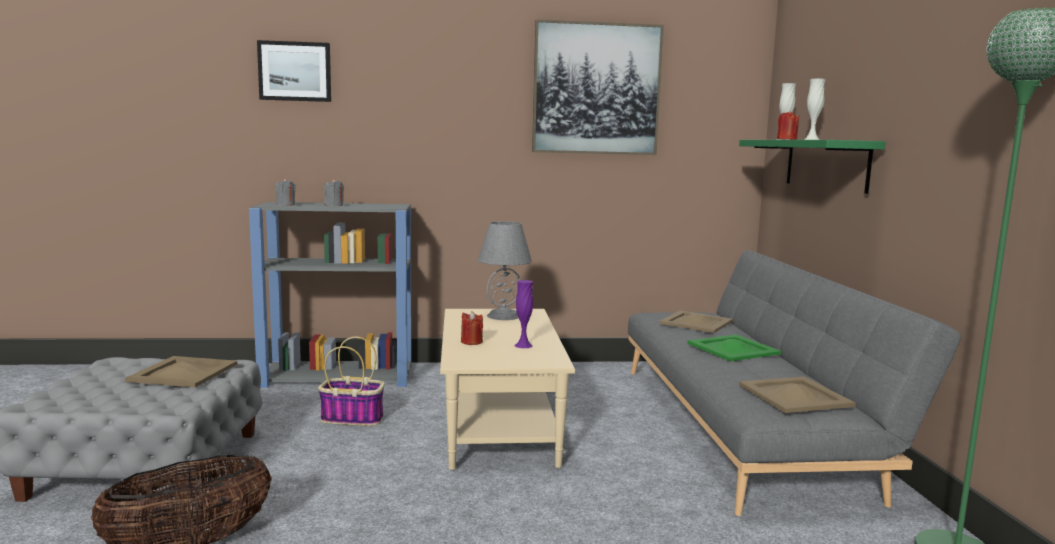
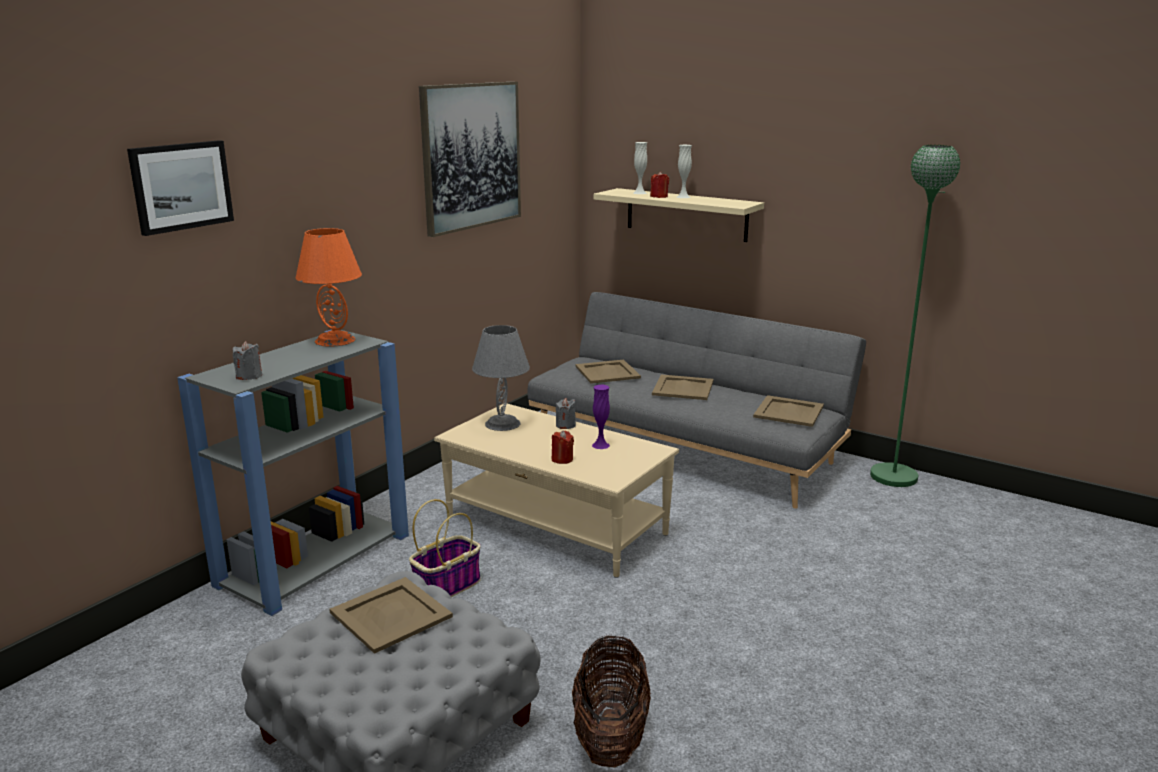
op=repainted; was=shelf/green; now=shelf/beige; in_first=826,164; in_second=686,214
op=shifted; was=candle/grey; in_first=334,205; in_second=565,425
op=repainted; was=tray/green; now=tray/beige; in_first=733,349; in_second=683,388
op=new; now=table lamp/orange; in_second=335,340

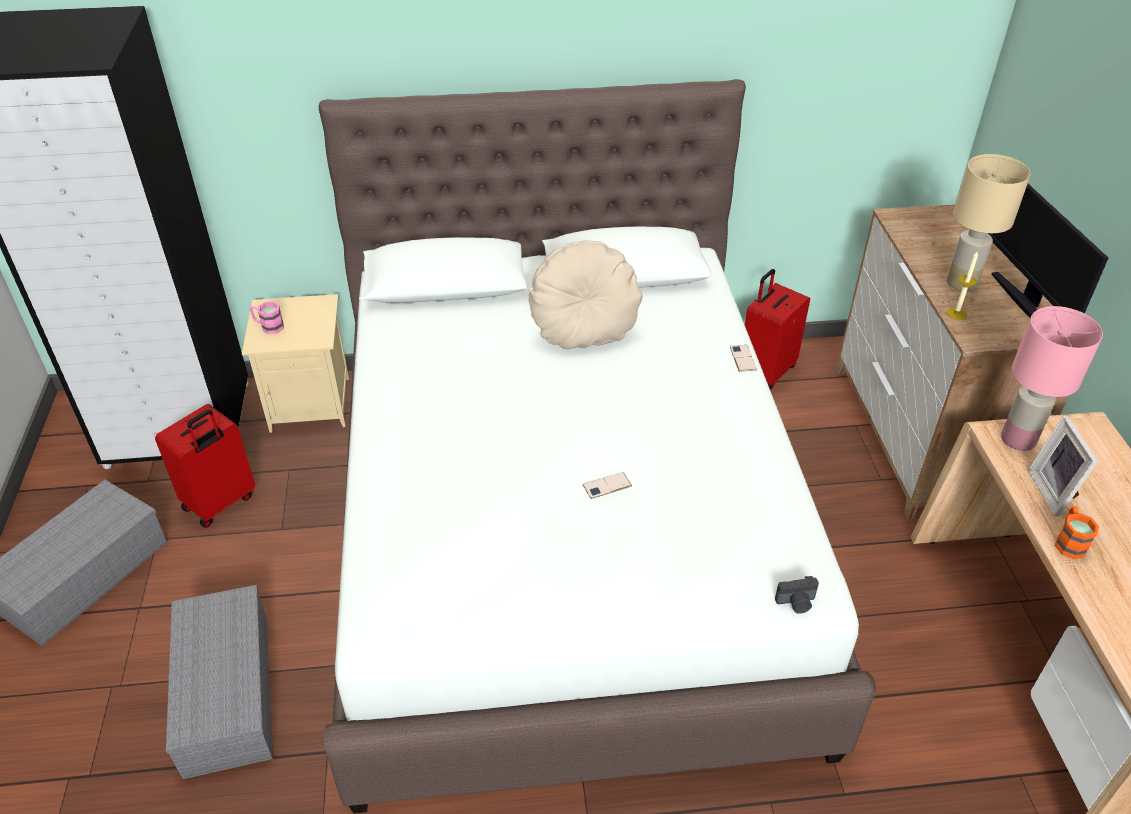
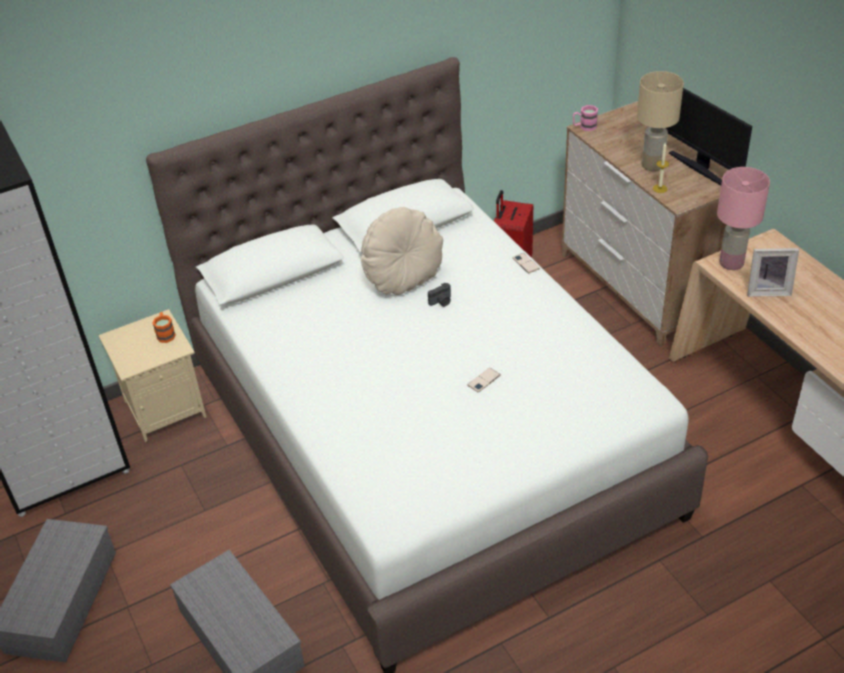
op=shifted; was=mug/pink; in_first=268,326; in_second=584,126
op=gone; was=suitcase/red; in_first=220,503
op=rotated; was=picture frame; in_first=1054,492; in_second=767,290; clockwise=-60
op=shifted; was=mug/orange; in_first=1069,542; in_second=165,334
op=shifted; was=photo camera; in_first=796,603; in_second=441,302

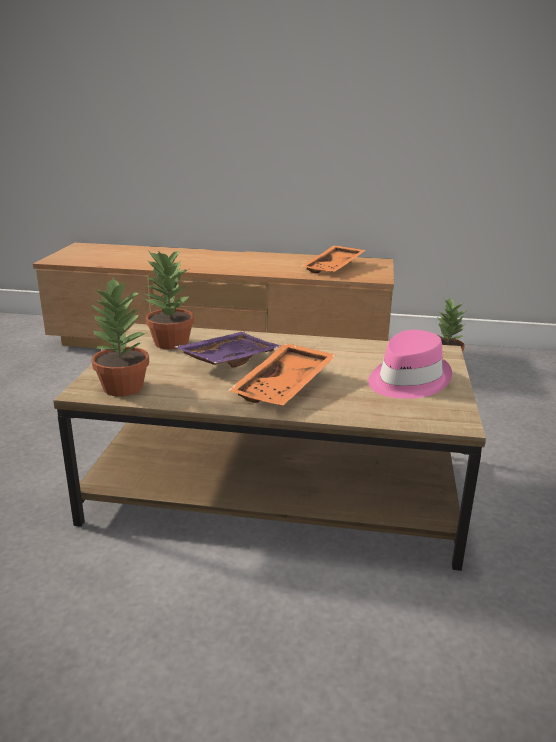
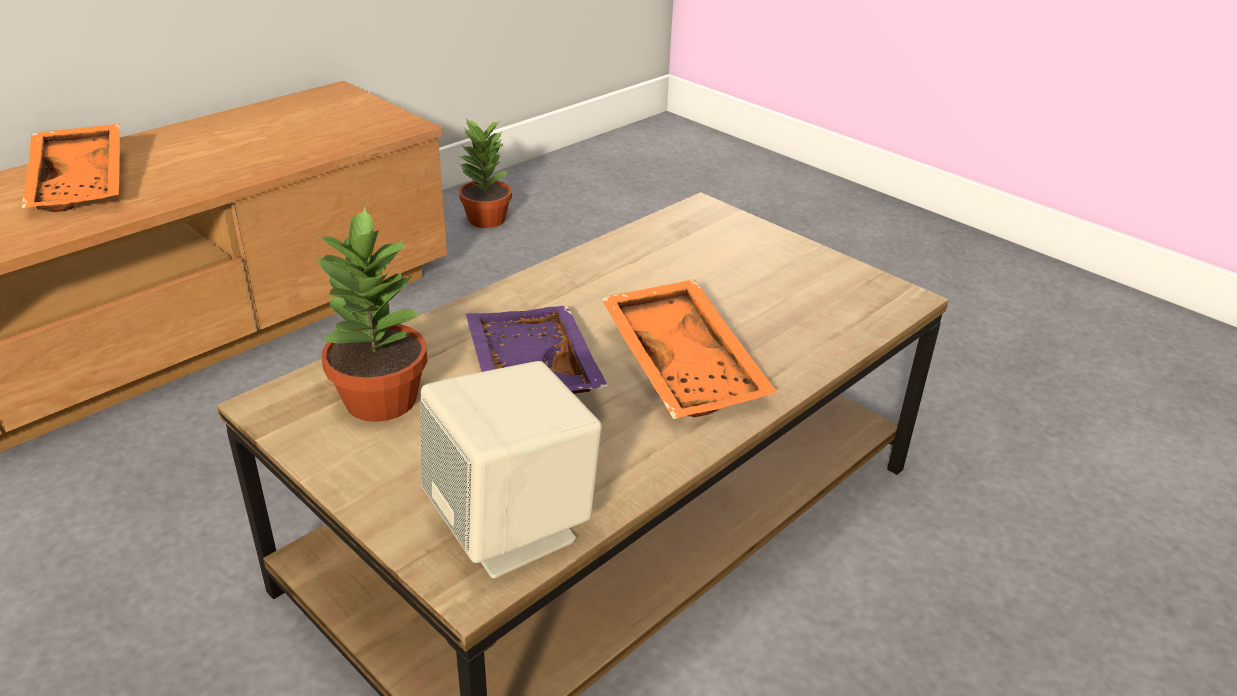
op=shifted; was=tray/orange; in_first=334,268; in_second=83,183
op=swapped; was=potted plant; now=speaker/beige; in_first=122,388; in_second=513,527
op=gone; was=hat/pink; in_first=407,380

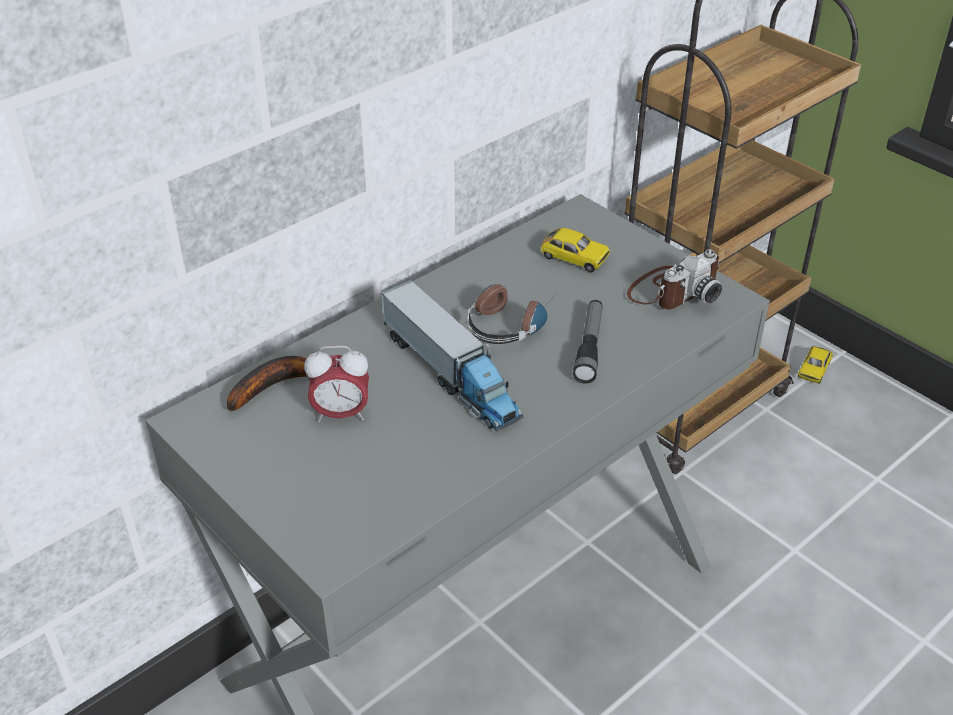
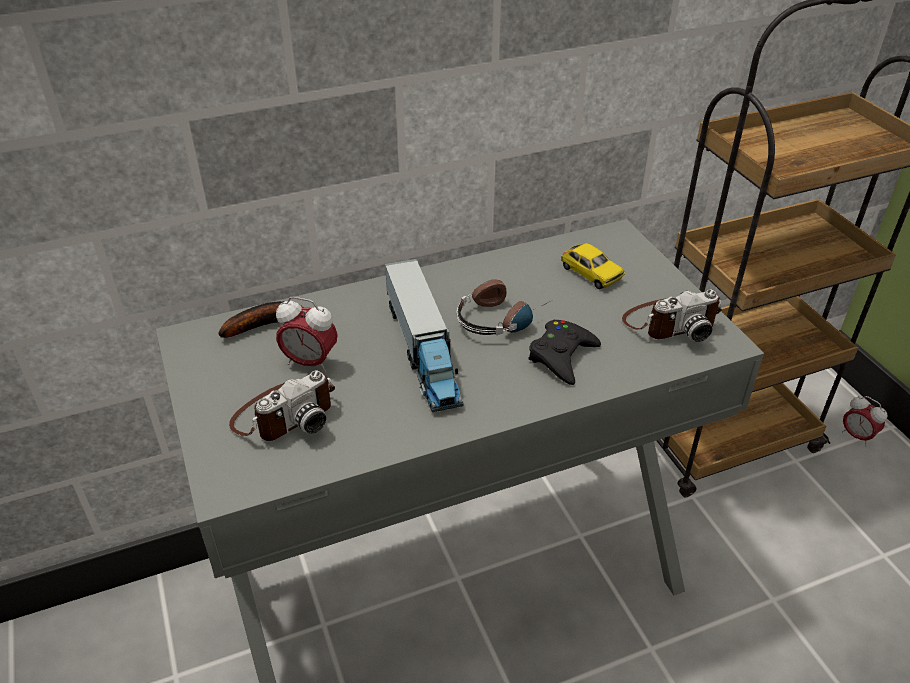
op=swapped; was=flashlight; now=game controller/black; in_first=589,347; in_second=562,356
op=swapped; was=toy car; now=alarm clock; in_first=813,370; in_second=856,436
op=new; now=photo camera; in_second=284,414

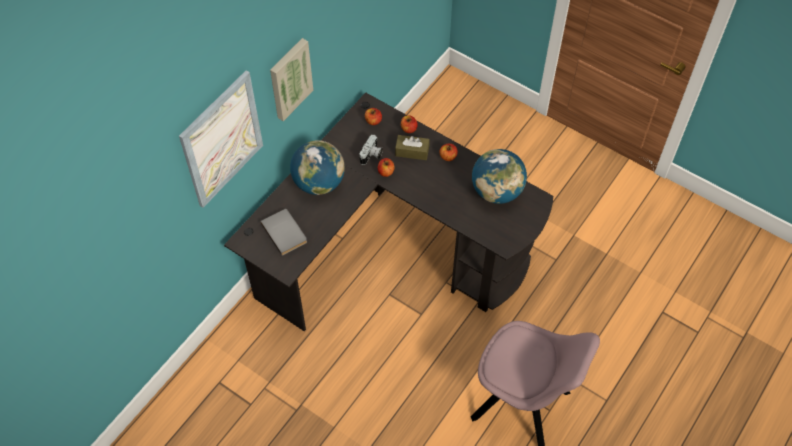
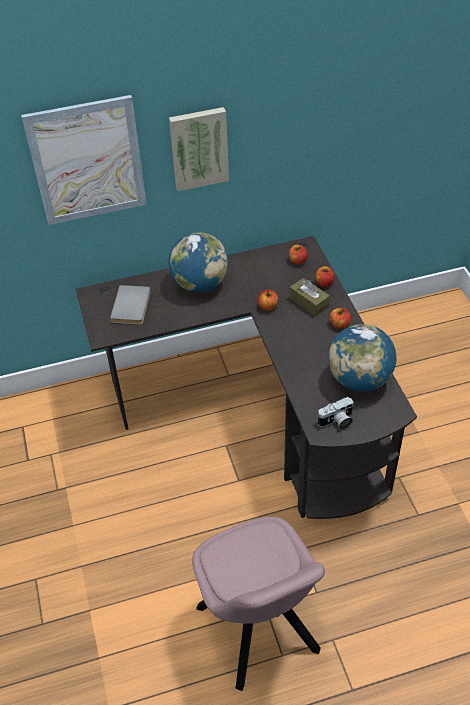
op=shifted; was=photo camera; in_first=371,155; in_second=337,422

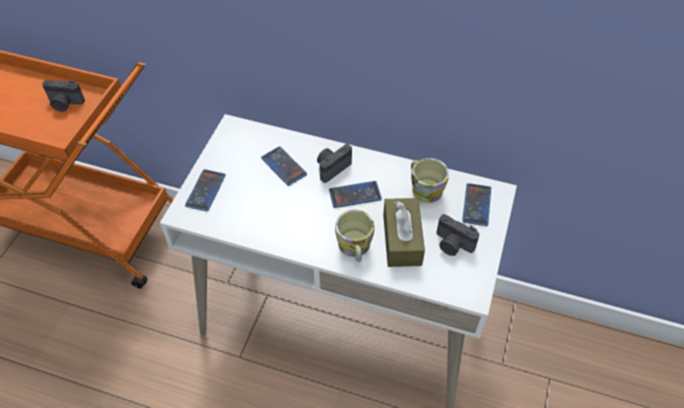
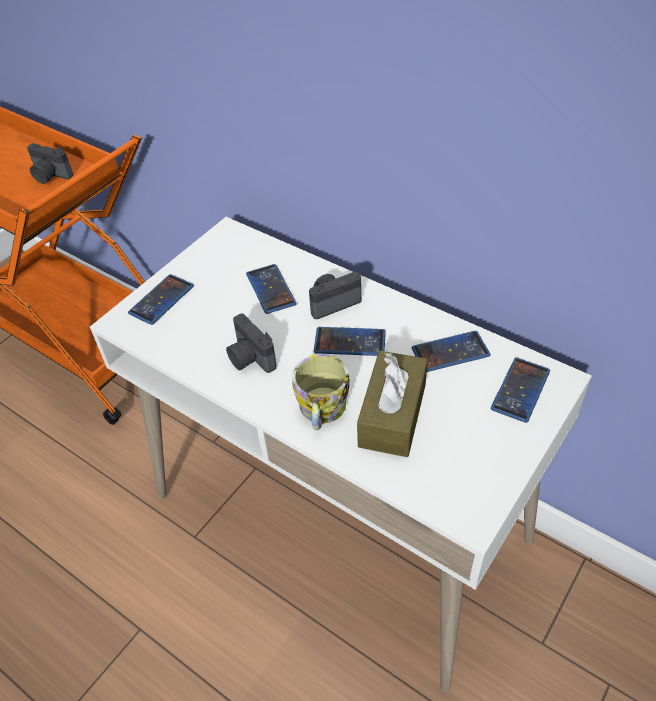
op=swapped; was=mug; now=phone; in_first=424,188; in_second=450,352
op=shifted; was=photo camera; in_first=452,245; in_second=249,358

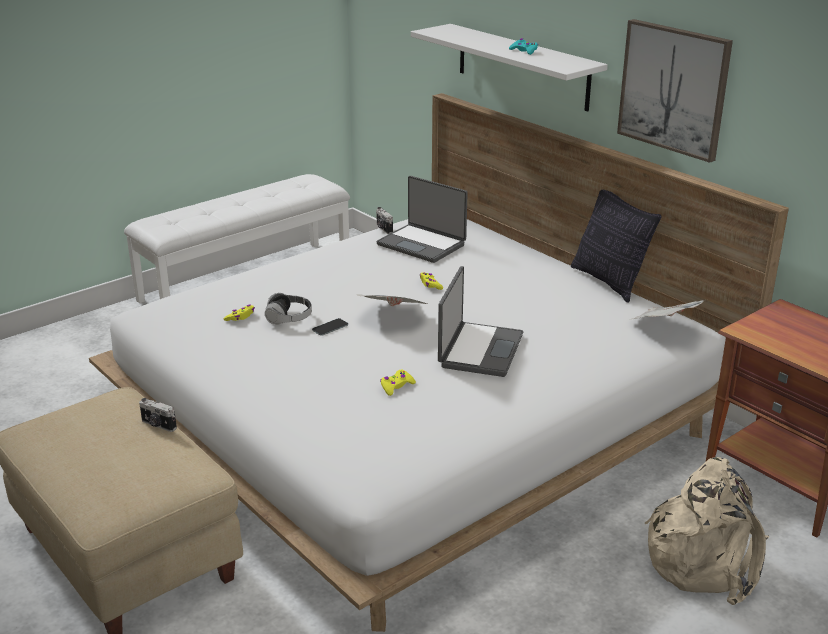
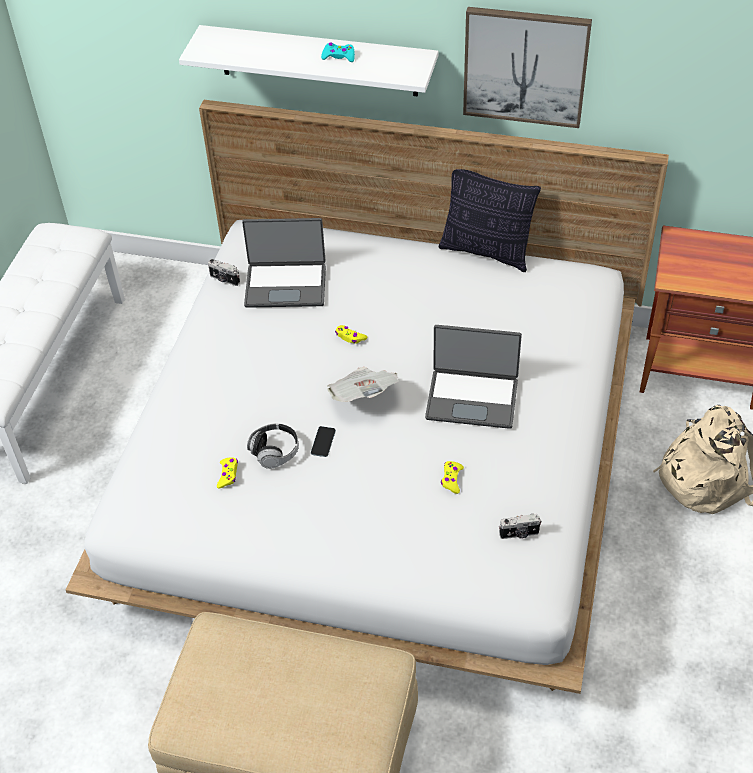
op=rotated; was=laptop; in_first=479,350; in_second=472,398; clockwise=120
op=gone; was=newspaper; in_first=665,327
op=shifted; was=photo camera; in_first=158,425; in_second=519,534

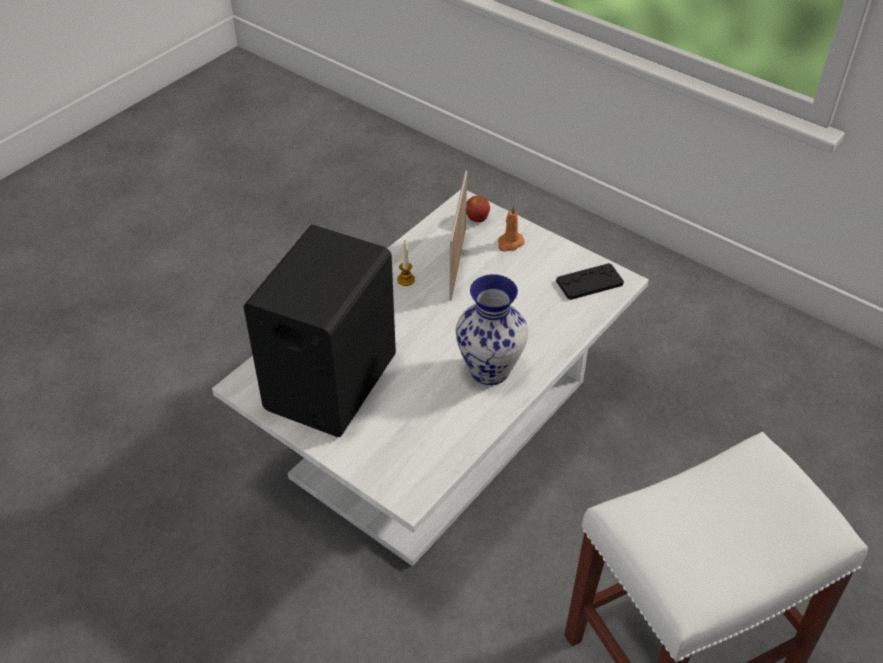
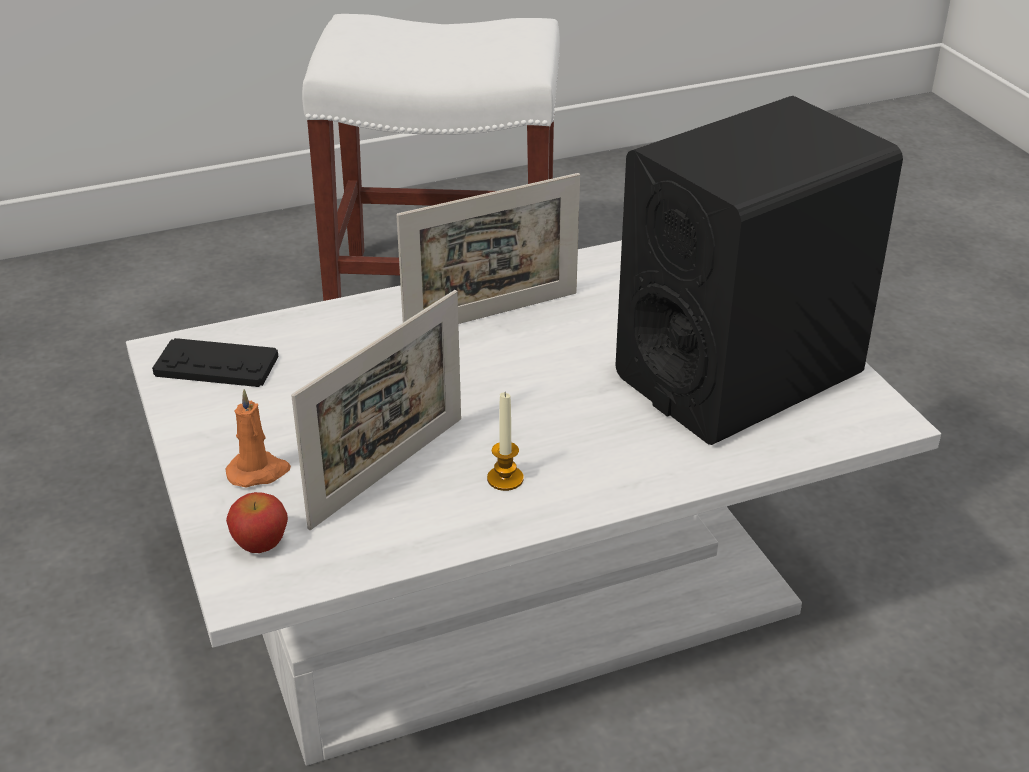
op=swapped; was=vase; now=picture frame; in_first=490,371; in_second=492,314

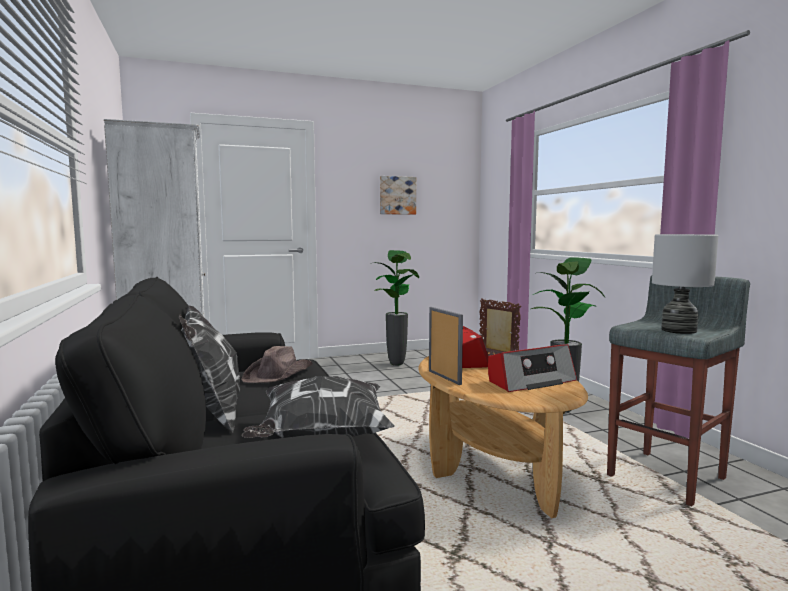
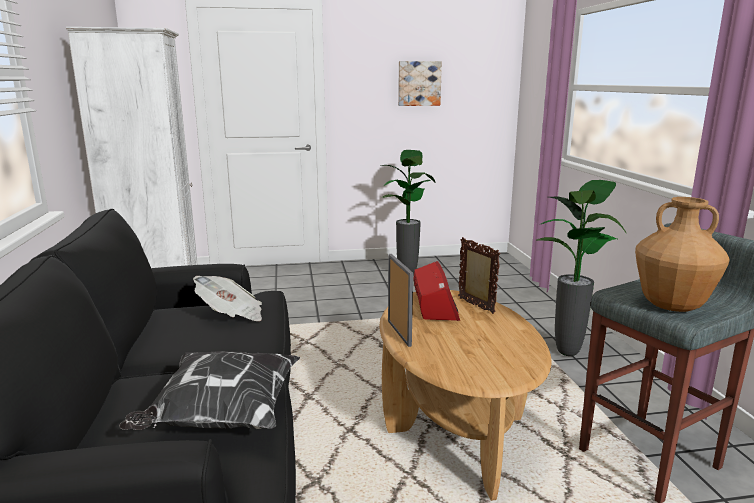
op=swapped; was=table lamp/grey; now=vase/brown; in_first=679,331; in_second=672,307
op=gone; was=pillow; in_first=211,417
op=gone; was=radio; in_first=530,381
op=swapped; was=hat/brown; now=newspaper; in_first=279,374; in_second=231,315

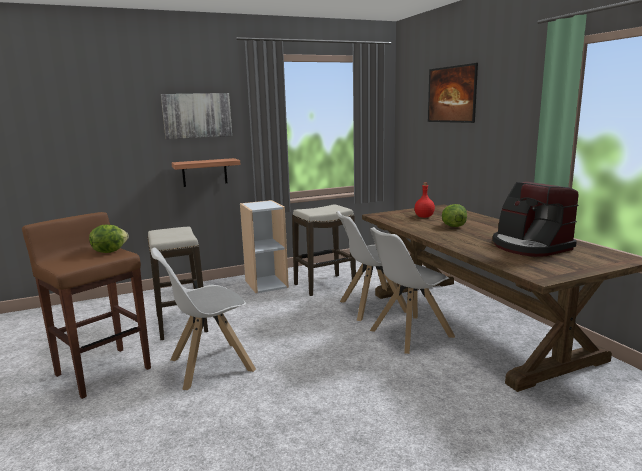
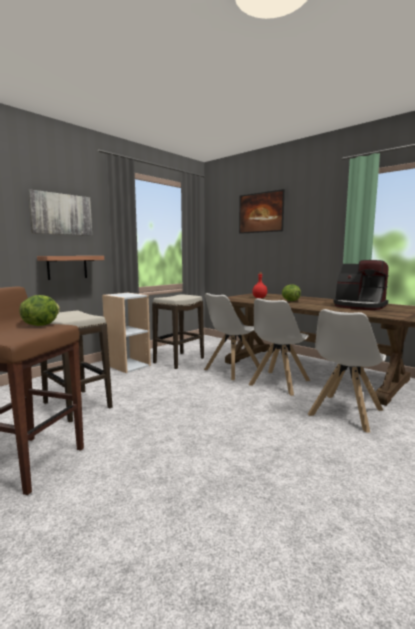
op=shifted; was=chair; in_first=209,366; in_second=344,413

